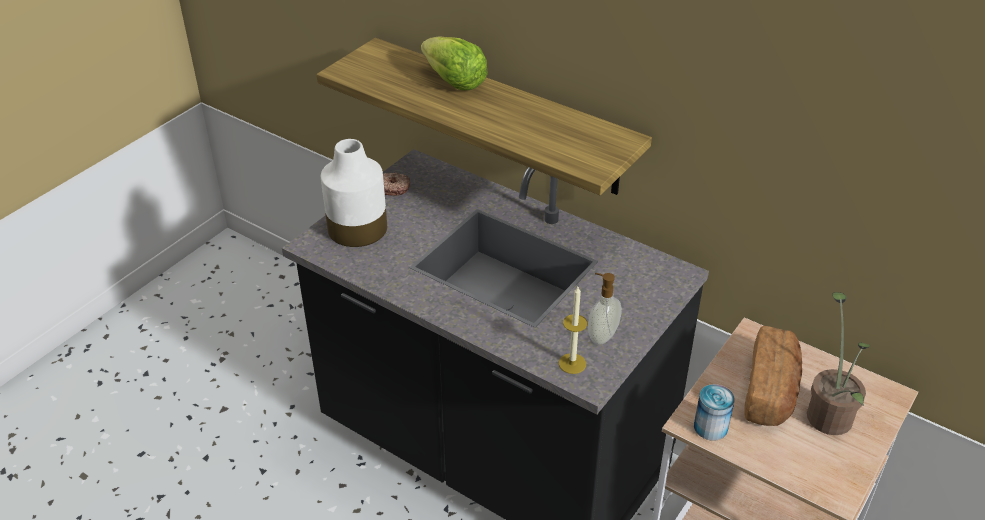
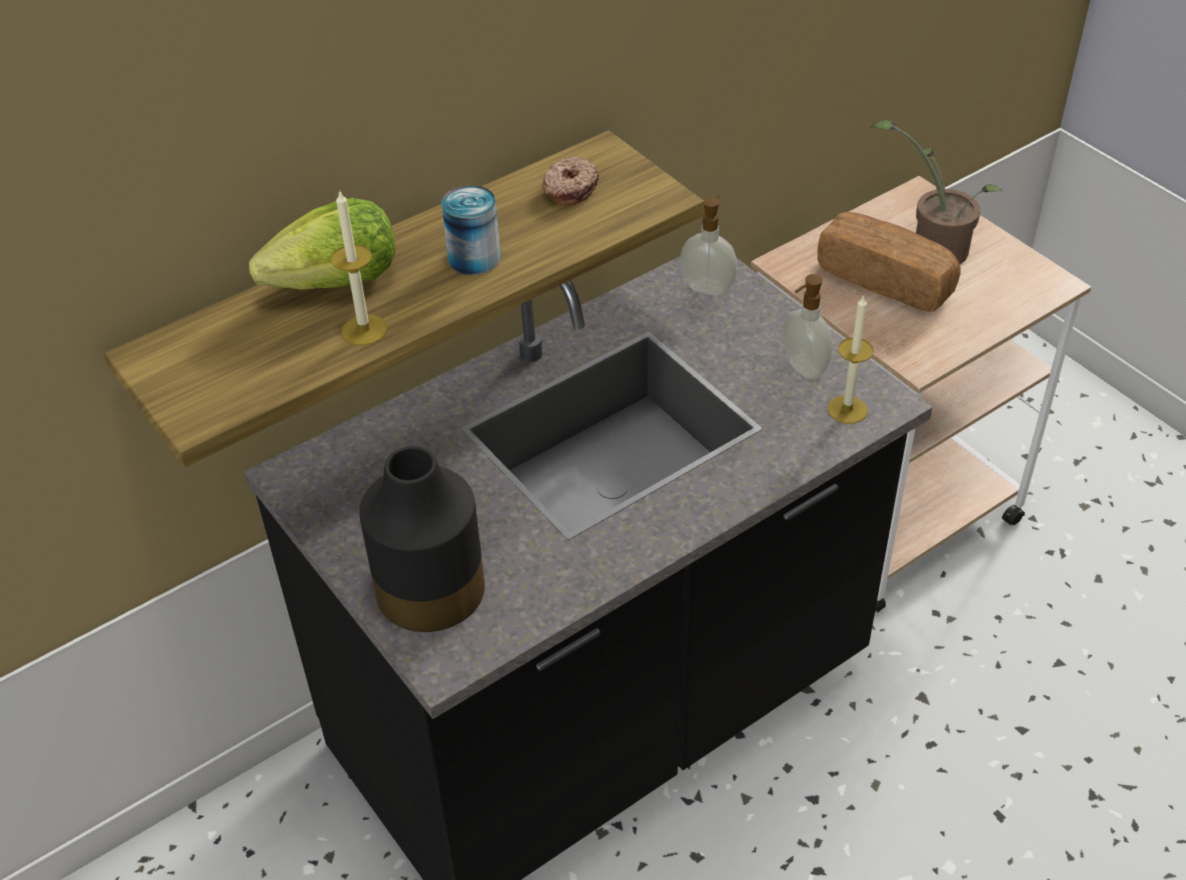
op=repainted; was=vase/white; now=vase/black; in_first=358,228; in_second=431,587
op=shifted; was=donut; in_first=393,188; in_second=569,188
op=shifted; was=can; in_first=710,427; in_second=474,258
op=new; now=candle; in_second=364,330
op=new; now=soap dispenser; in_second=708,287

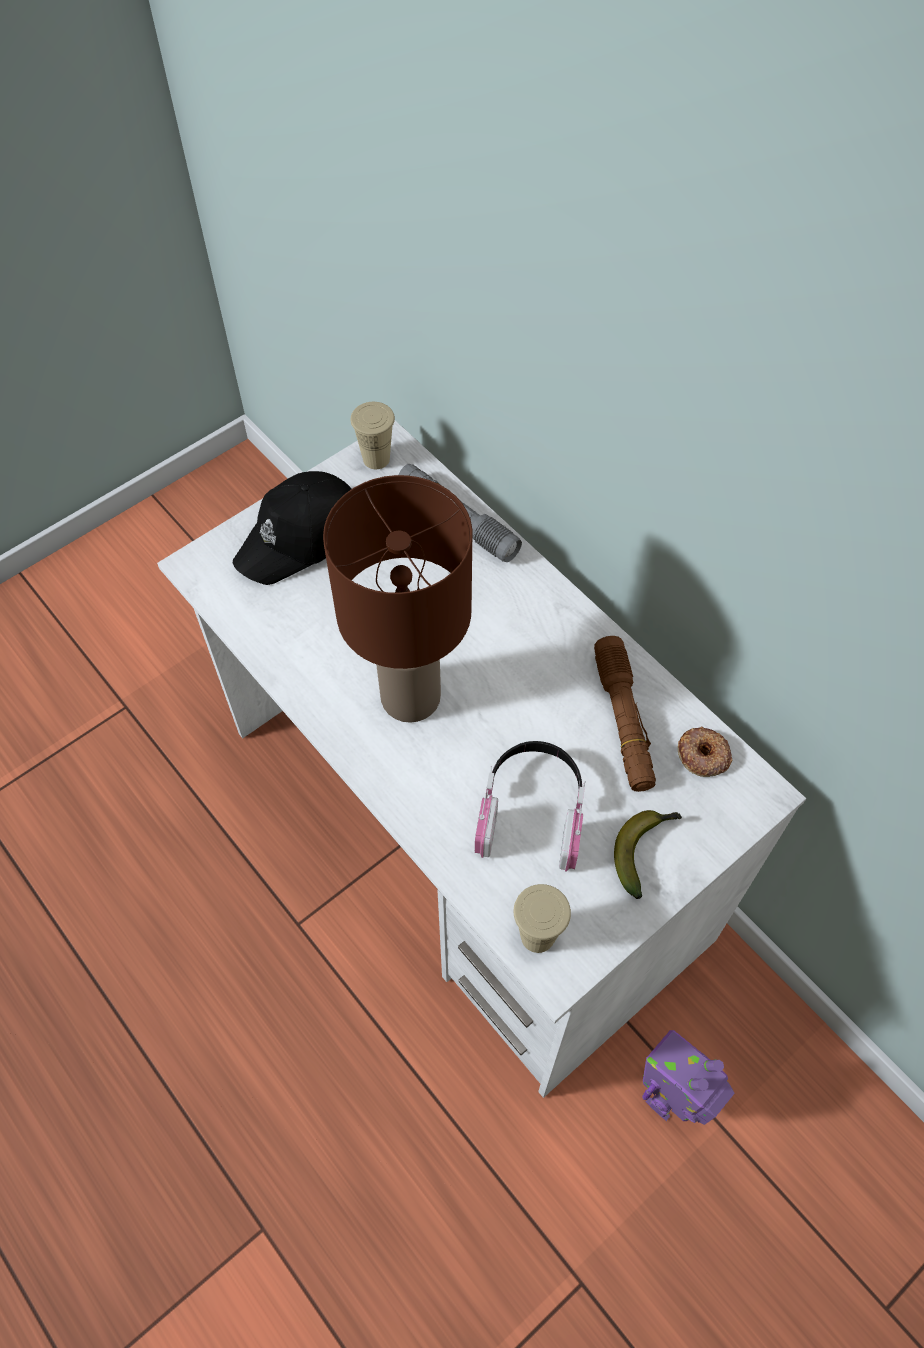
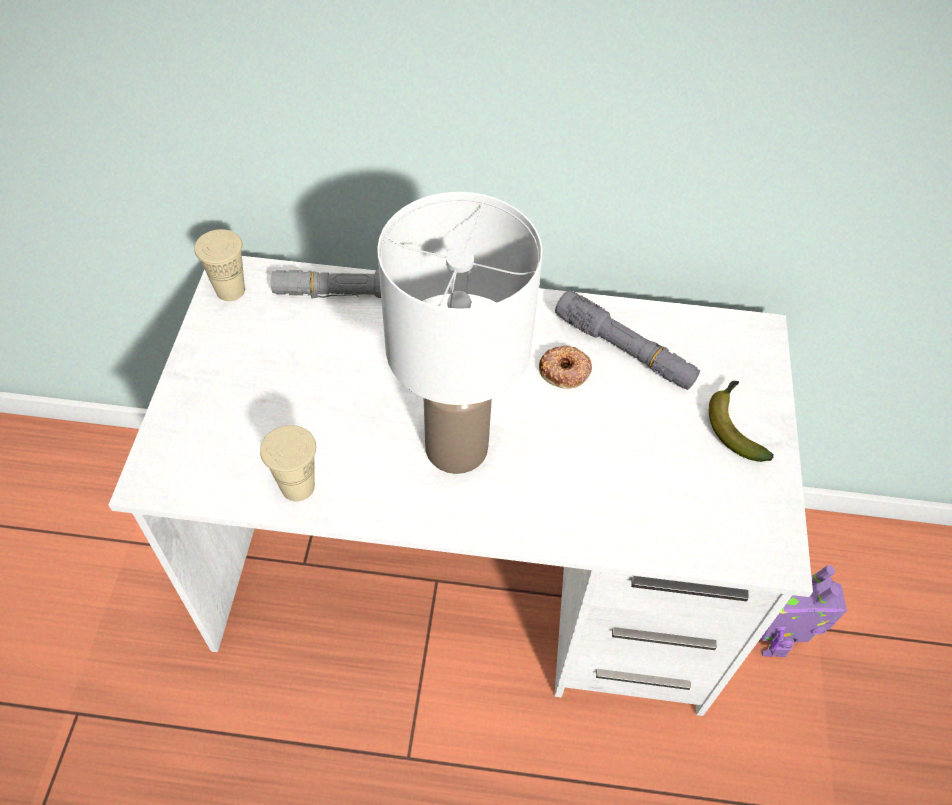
op=gone; was=cap/black; in_first=301,537
op=repainted; was=table lamp/brown; now=table lamp/white; in_first=410,698; in_second=457,449
op=repainted; was=flashlight/brown; now=flashlight/grey; in_first=623,720; in_second=624,350
op=shifted; was=donut; in_first=703,755; in_second=565,371
op=gone; was=headphones; in_first=532,810
op=shifted; was=cup/beige; in_first=537,936; in_second=298,487

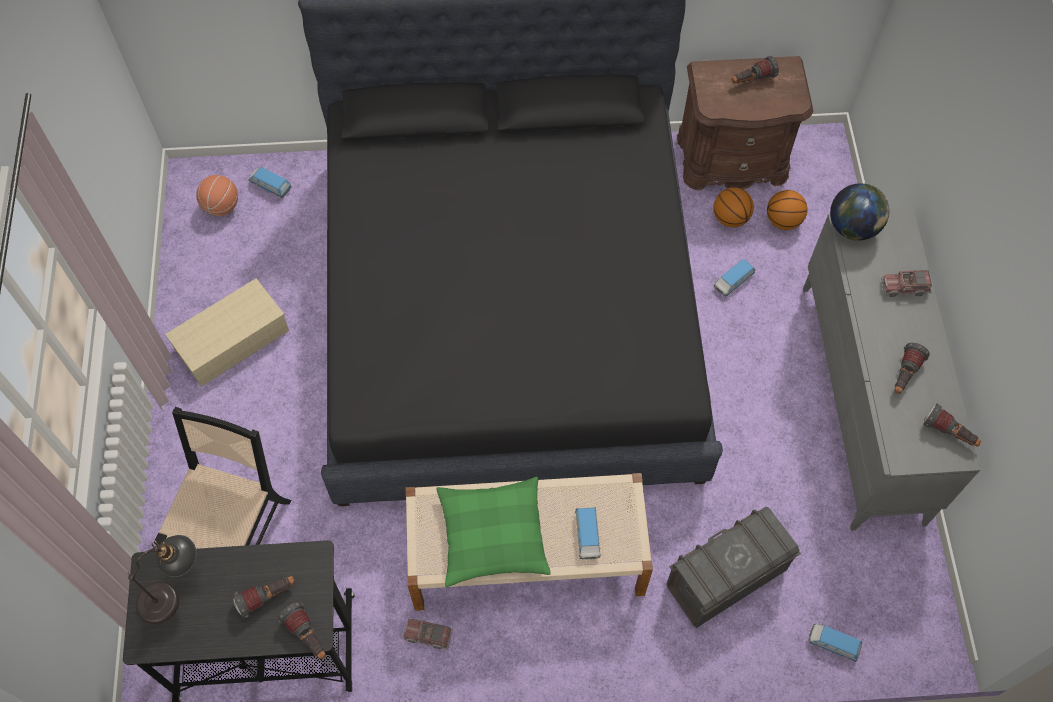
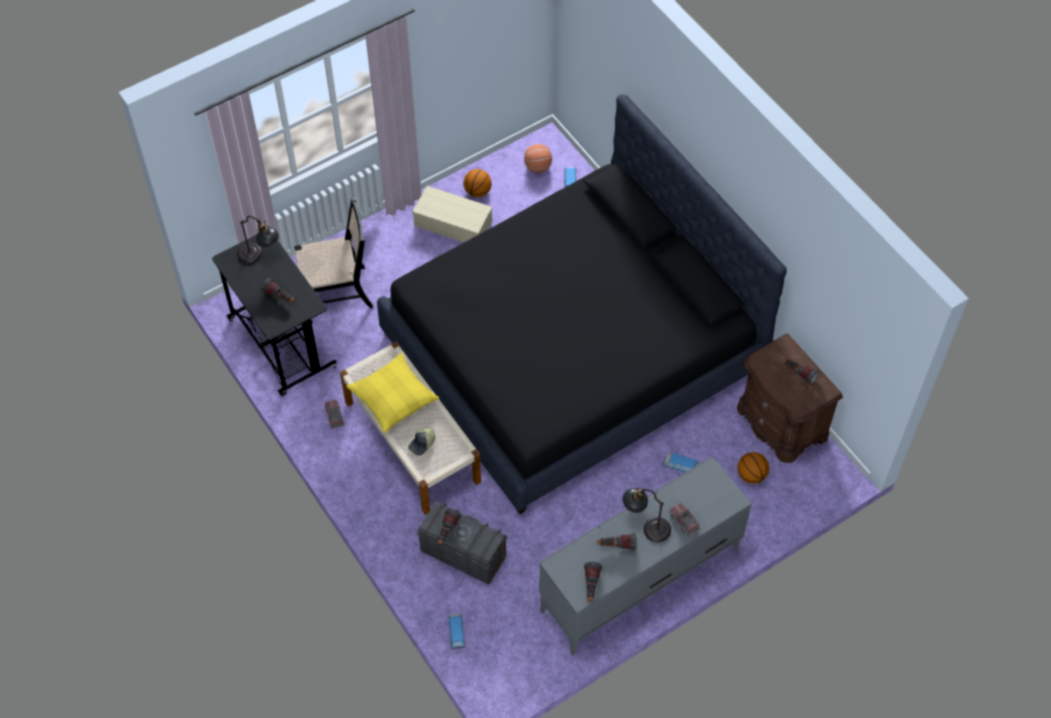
op=gone; was=globe; in_first=852,228
op=shifted; was=basketball; in_first=730,218; in_second=478,191
op=repainted; was=pillow/green; now=pillow/yellow; in_first=492,535; in_second=393,397
op=swapped; was=toy car; now=cap; in_first=587,535; in_second=422,444
op=shifted; was=flashlight; in_first=307,636; in_second=447,531
op=new; now=table lamp/grey; in_second=645,525

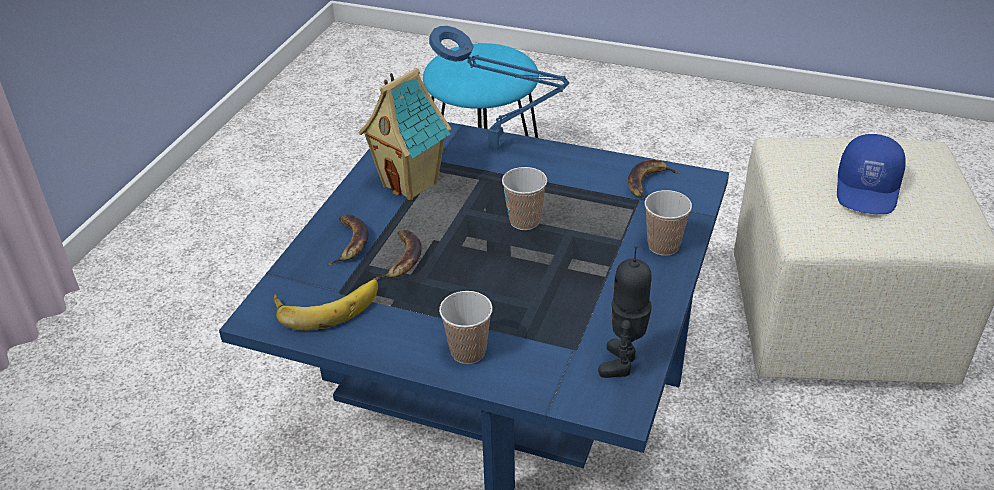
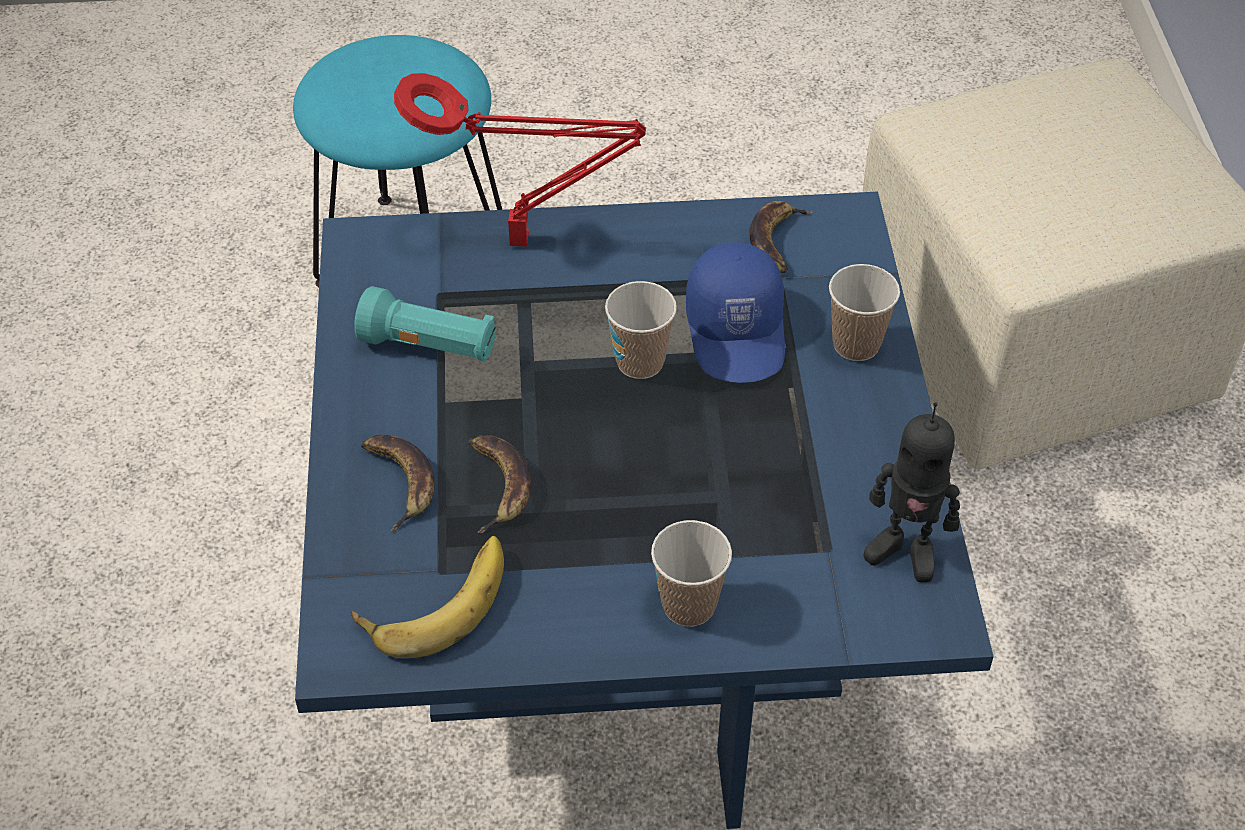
op=repainted; was=table lamp/blue; now=table lamp/red; in_first=500,148; in_second=527,241
op=swapped; was=toy house; now=flashlight/turquoise; in_first=411,184; in_second=430,346
op=shifted; was=cap/blue; in_first=868,190; in_second=738,332
op=rotated; was=toy robot; in_first=623,363; in_second=905,551; clockwise=-60

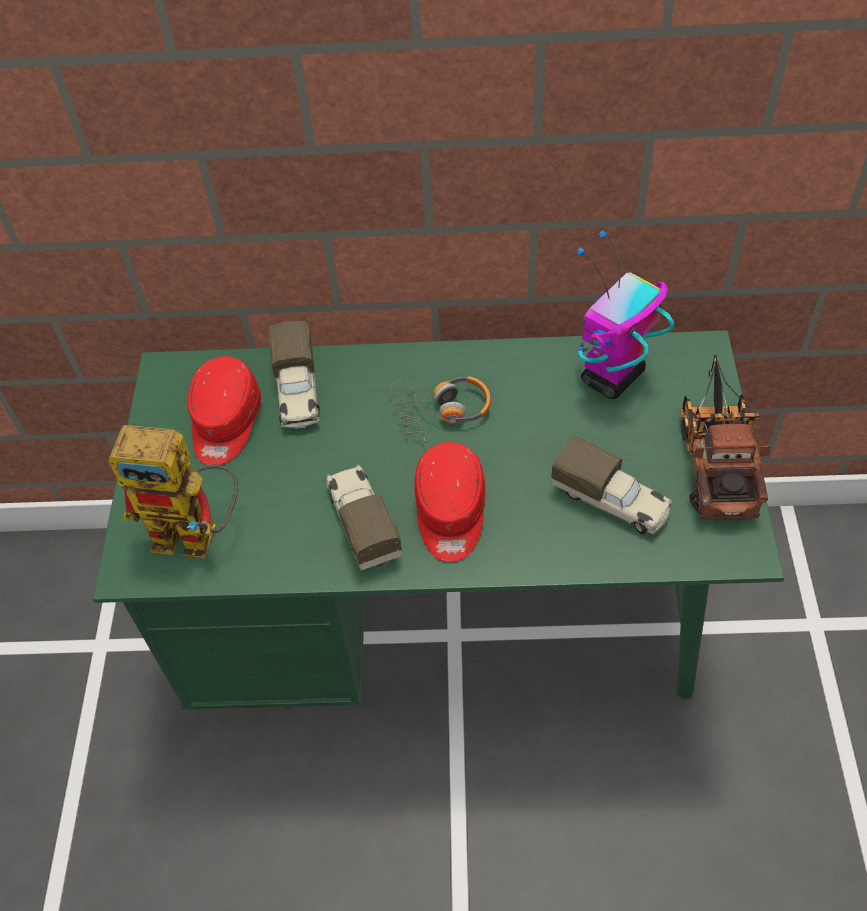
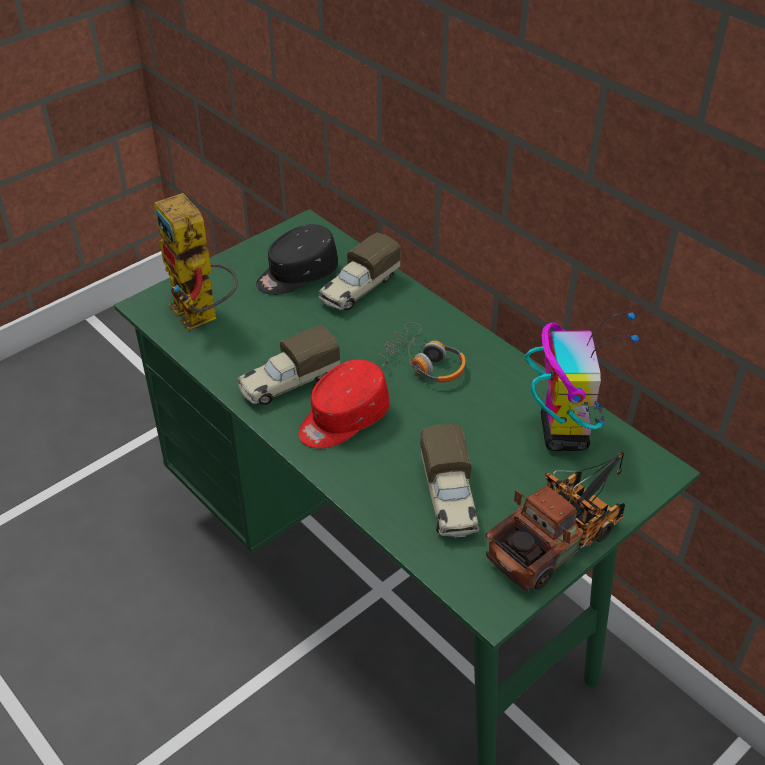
op=rotated; was=toy robot; in_first=611,378; in_second=563,432; clockwise=90
op=repainted; was=cap/red; now=cap/black; in_first=225,423; in_second=296,275
op=rotated; was=toy truck; in_first=363,523; in_second=288,382; clockwise=-150

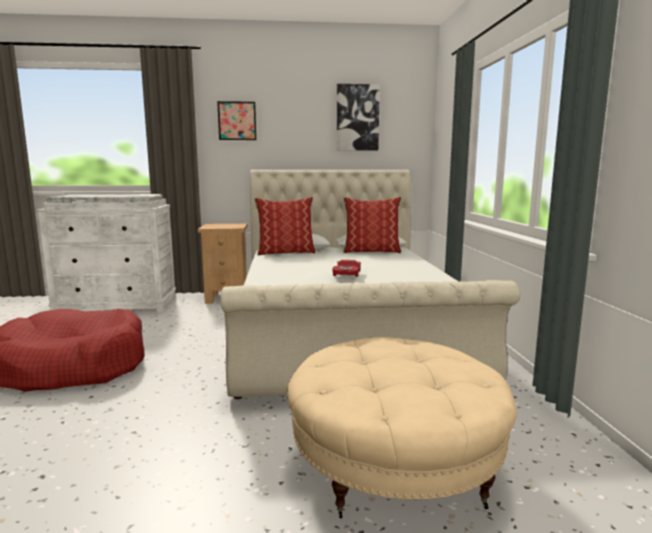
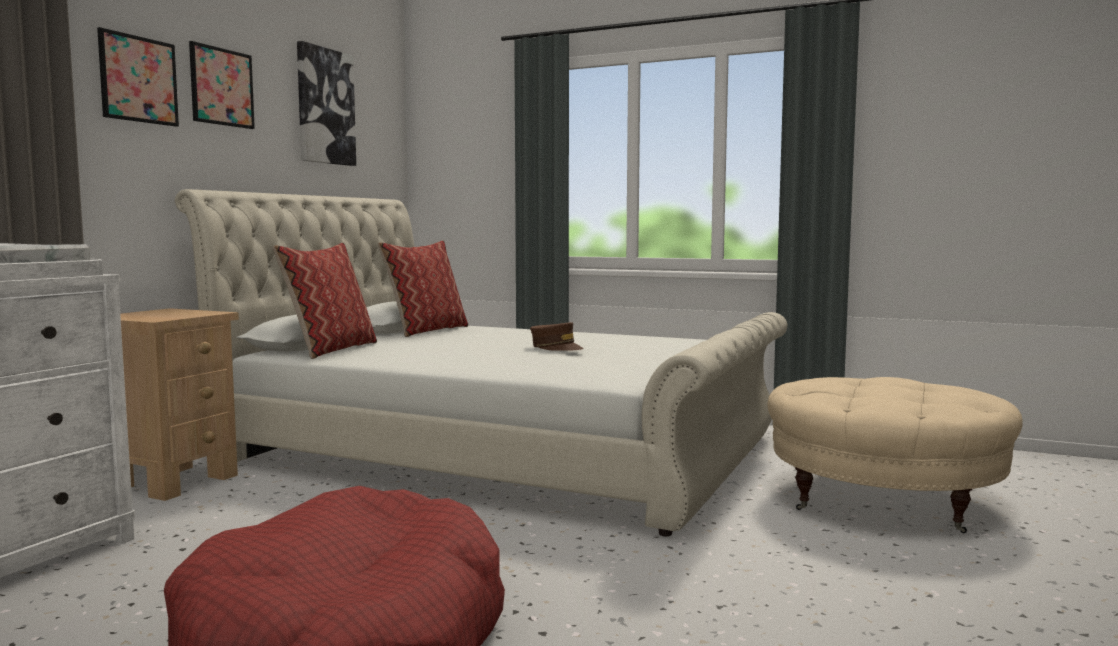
op=swapped; was=toy car/red; now=cap/brown; in_first=347,273; in_second=556,347
op=new; now=picture; in_second=221,87

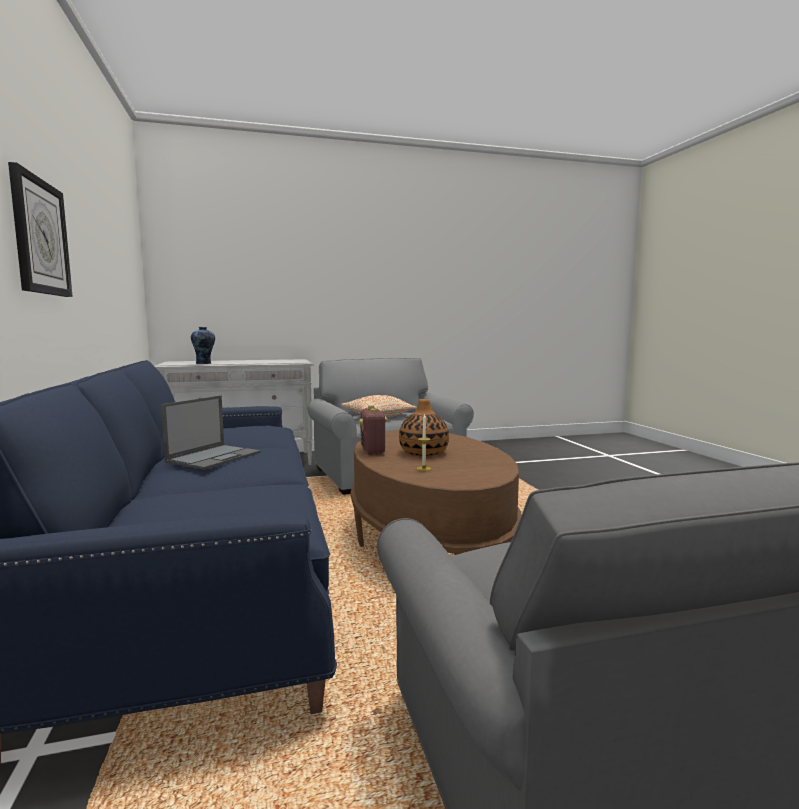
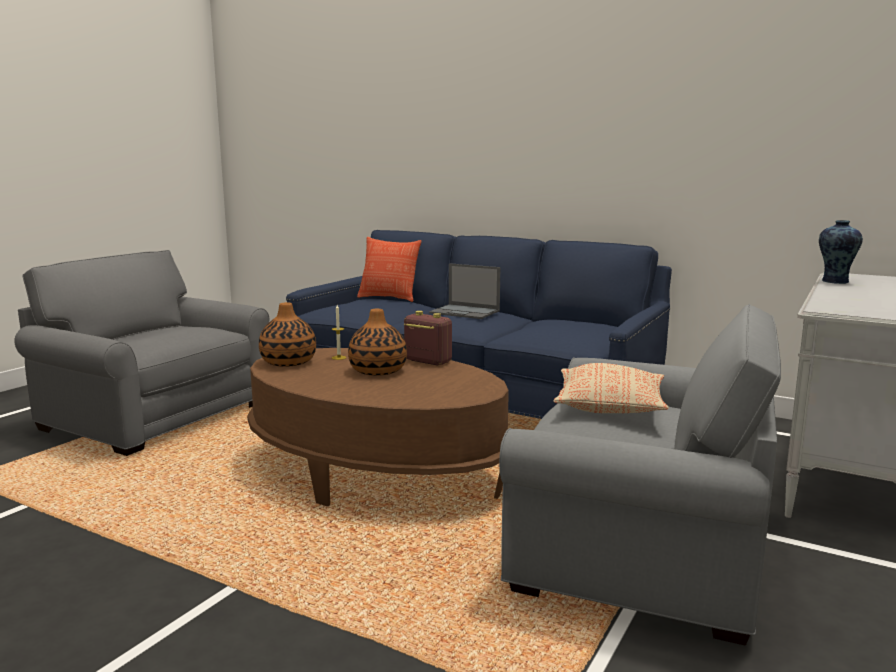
op=gone; was=wall clock; in_first=40,237
op=rotated; was=laptop; in_first=214,457; in_second=465,312; clockwise=-45
op=new; now=pillow/orange; in_second=389,298
op=new; now=vase; in_second=288,362

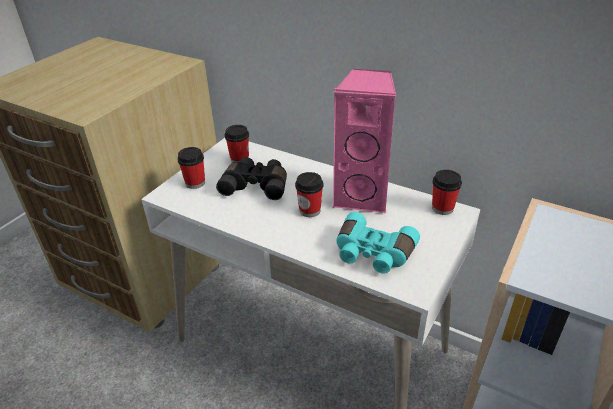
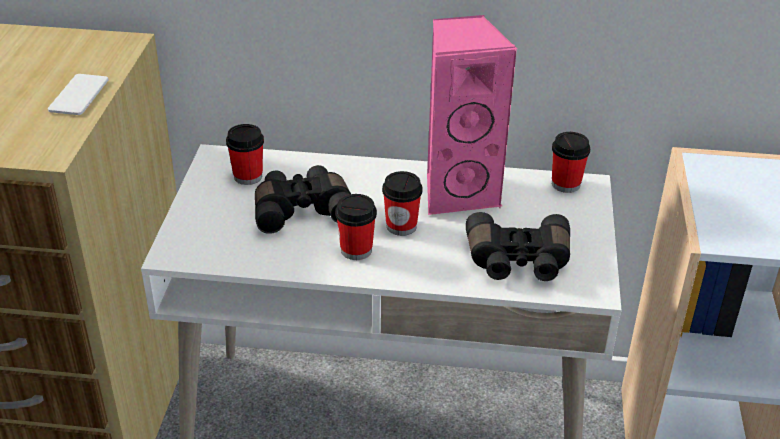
op=shifted; was=cup; in_first=195,183; in_second=356,250
op=repainted; was=binoculars/turquoise; now=binoculars/black; in_first=372,254; in_second=518,262
op=new; now=phone; in_second=79,95

